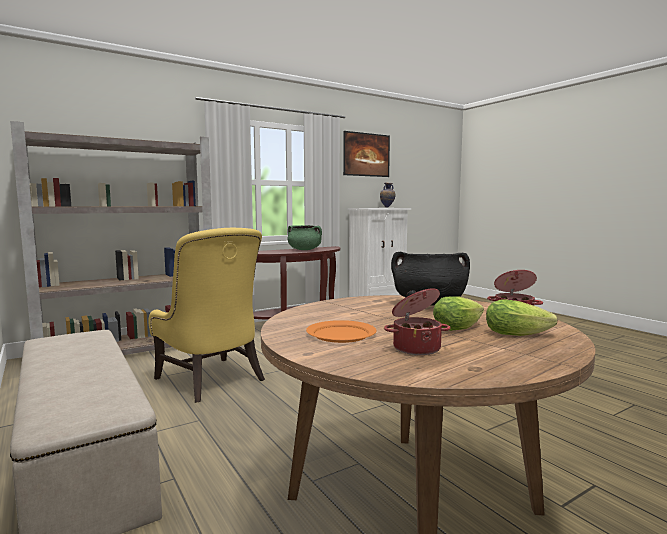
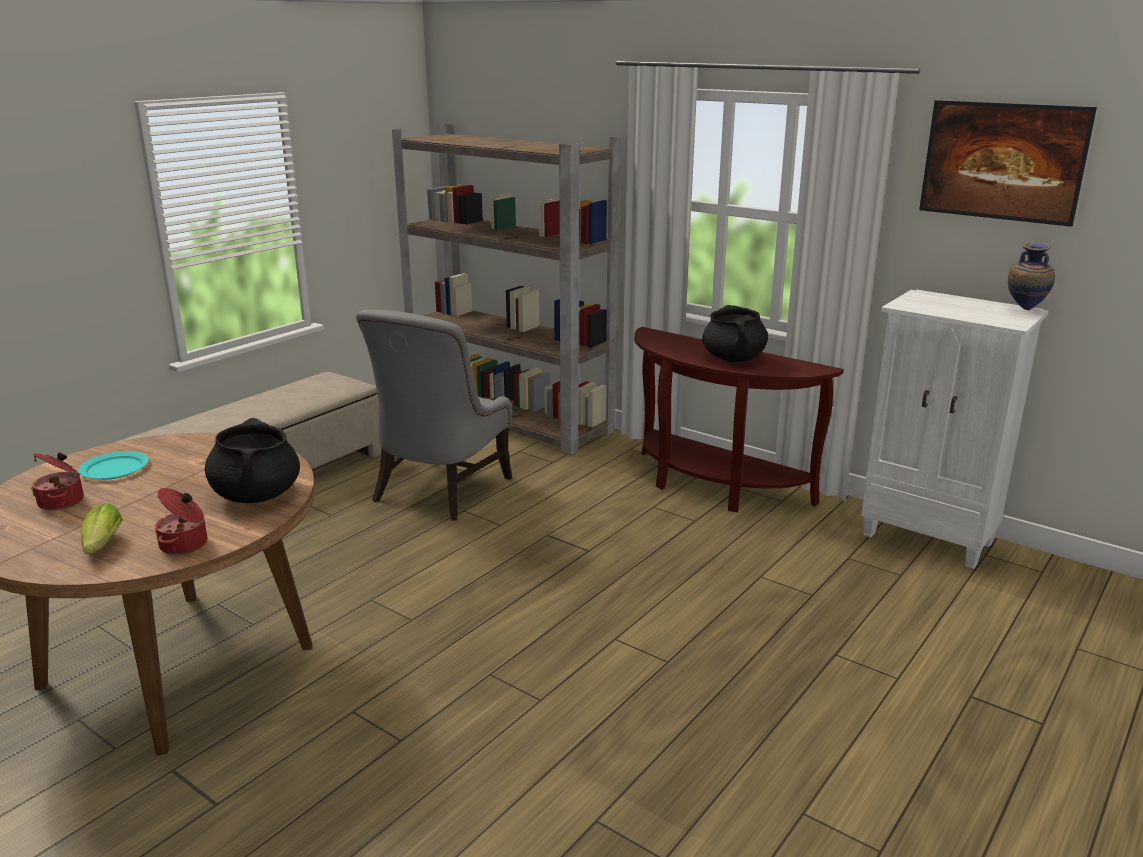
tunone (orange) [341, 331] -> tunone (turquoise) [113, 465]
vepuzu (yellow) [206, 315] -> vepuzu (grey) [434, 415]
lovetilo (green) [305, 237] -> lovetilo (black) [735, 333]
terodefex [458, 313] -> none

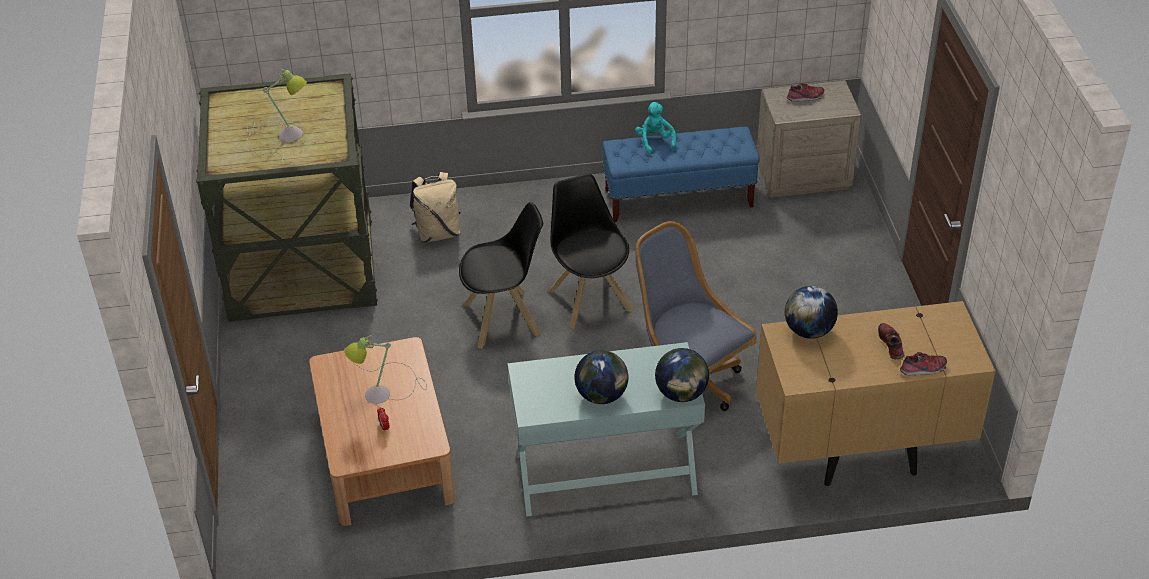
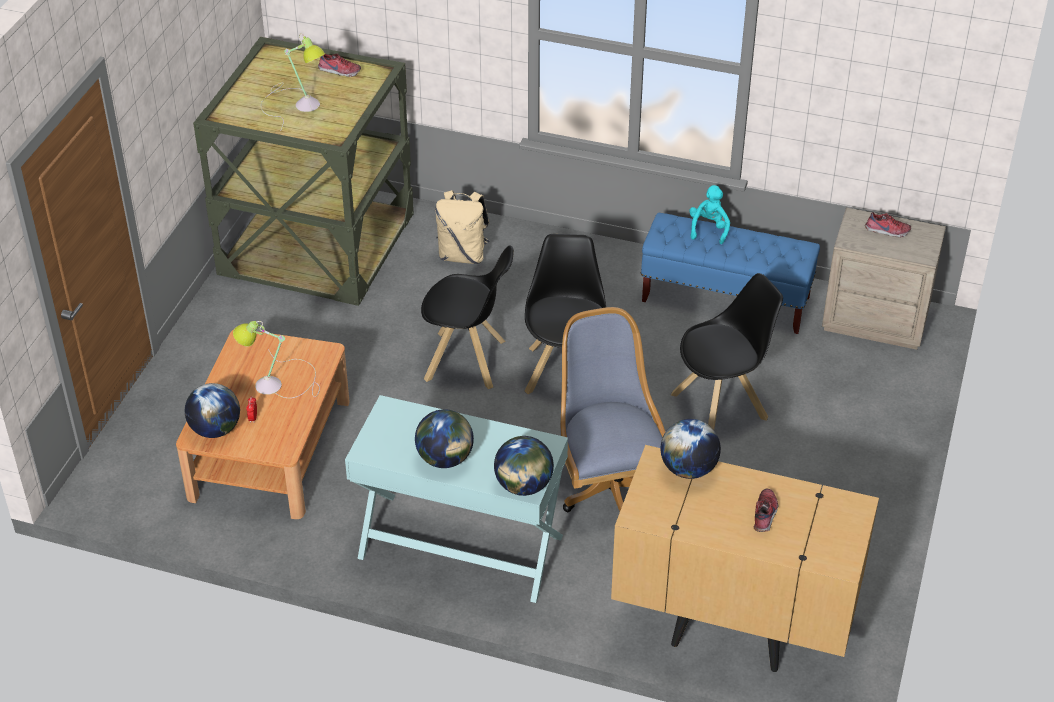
none -> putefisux [212, 410]
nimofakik [923, 364] -> nimofakik [339, 65], relocated
none -> vepuzu (black) [727, 351]

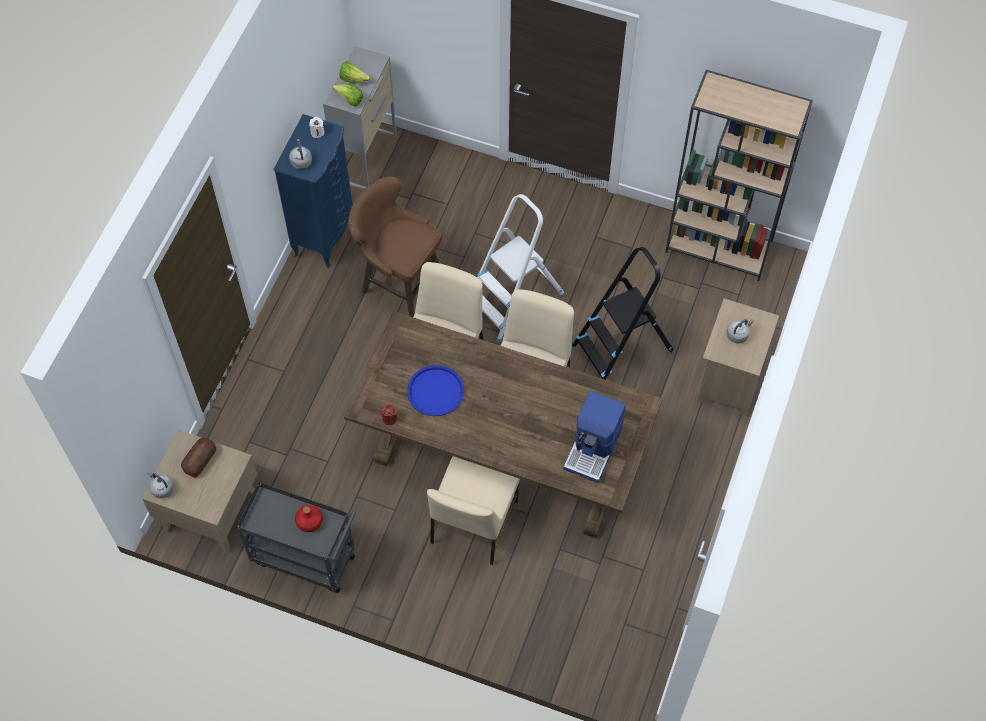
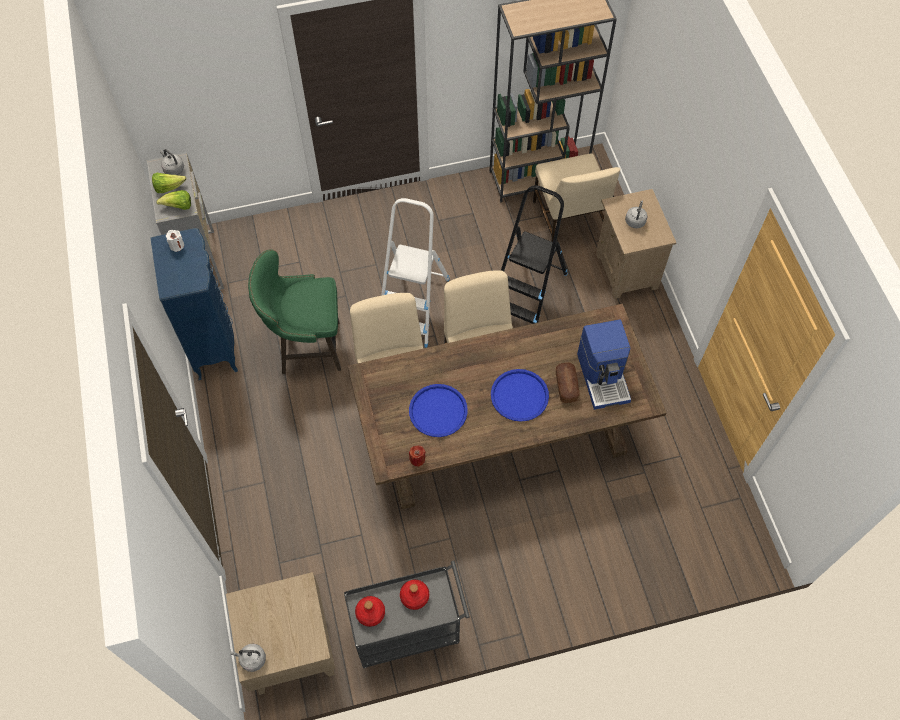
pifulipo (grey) [300, 154] -> pifulipo (grey) [172, 162], relocated
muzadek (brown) [395, 246] -> muzadek (green) [294, 311]
none -> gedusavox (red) [370, 611]
none -> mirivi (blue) [520, 395]
vepuzu (beige) [473, 510] -> vepuzu (beige) [576, 197], relocated
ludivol [198, 458] -> ludivol [568, 383], relocated

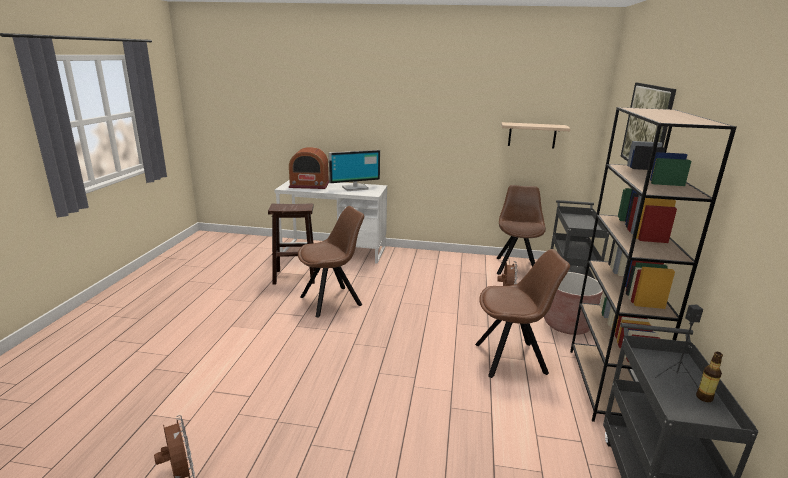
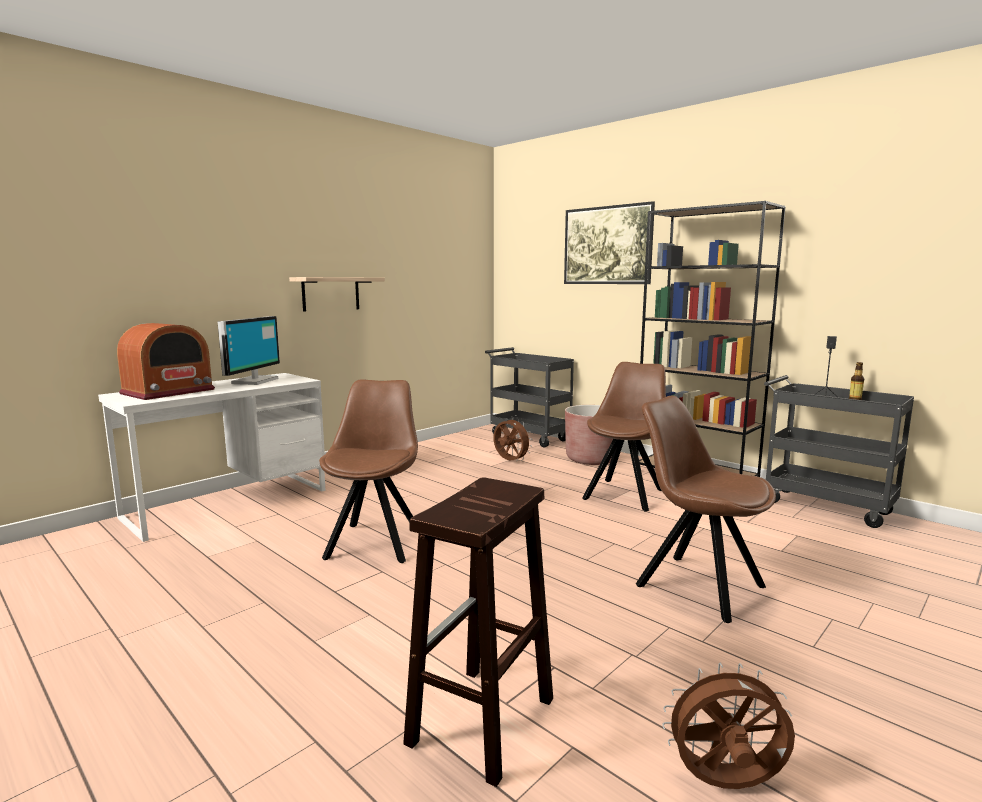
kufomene [536, 135] -> kufomene [337, 294], relocated
muzadek (brown) [292, 244] -> muzadek (brown) [478, 632], relocated
vepuzu (brown) [521, 230] -> vepuzu (brown) [706, 509], relocated

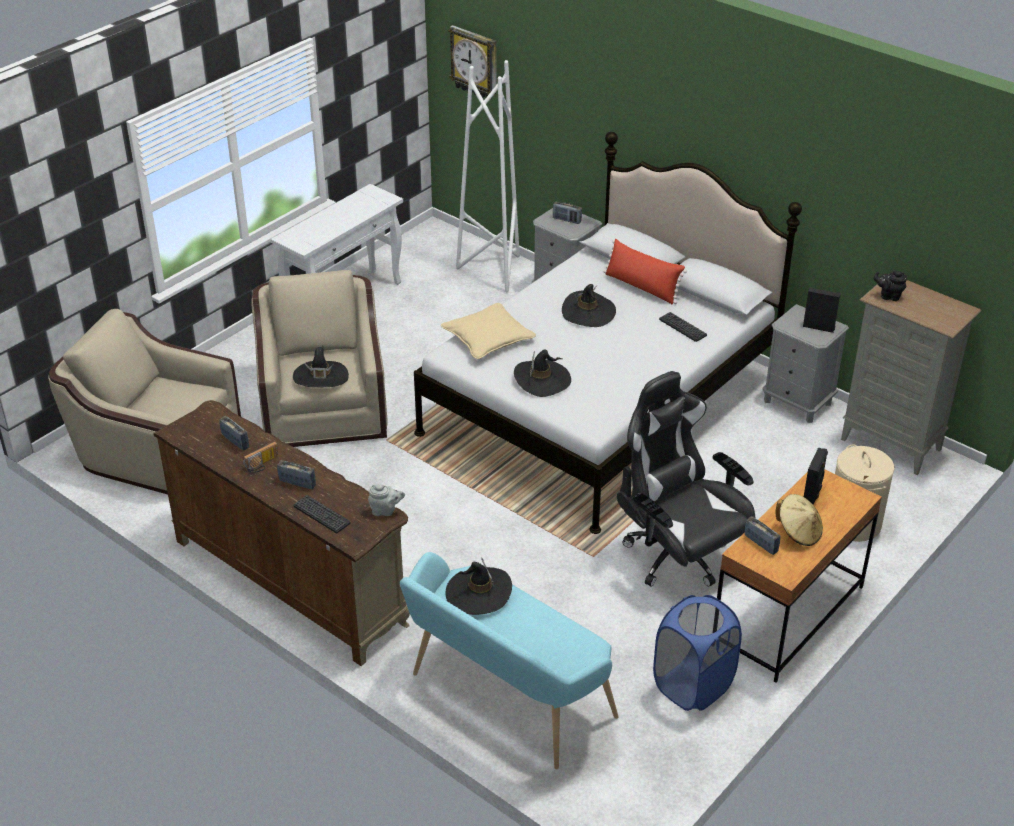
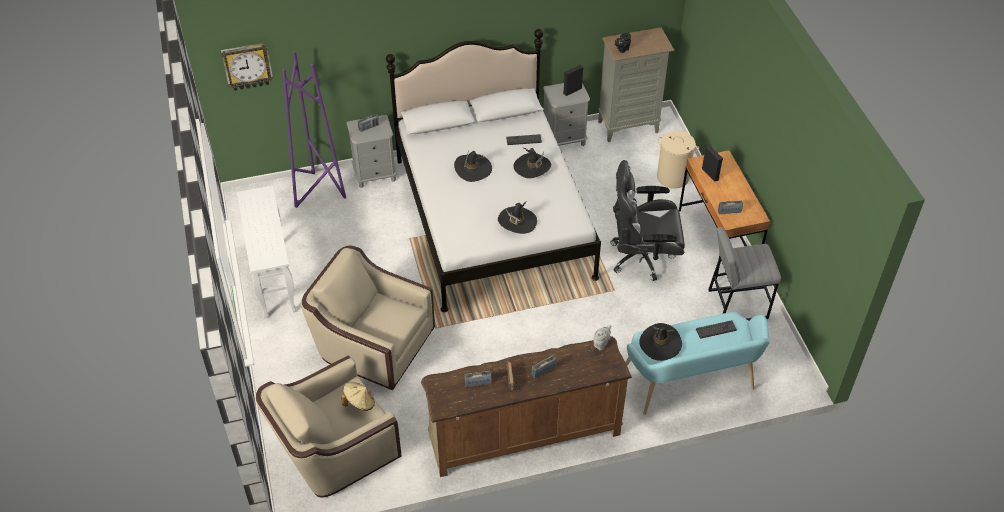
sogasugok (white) [488, 176] -> sogasugok (purple) [314, 129]
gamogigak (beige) [799, 520] -> gamogigak (beige) [358, 396], relocated
gamogigak (black) [321, 366] -> gamogigak (black) [532, 163], relocated
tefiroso [322, 514] -> tefiroso [716, 329], relocated
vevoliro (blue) [697, 653] -> vepuzu (grey) [744, 274]
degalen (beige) [488, 331] -> none
degalen (red) [645, 272] -> none

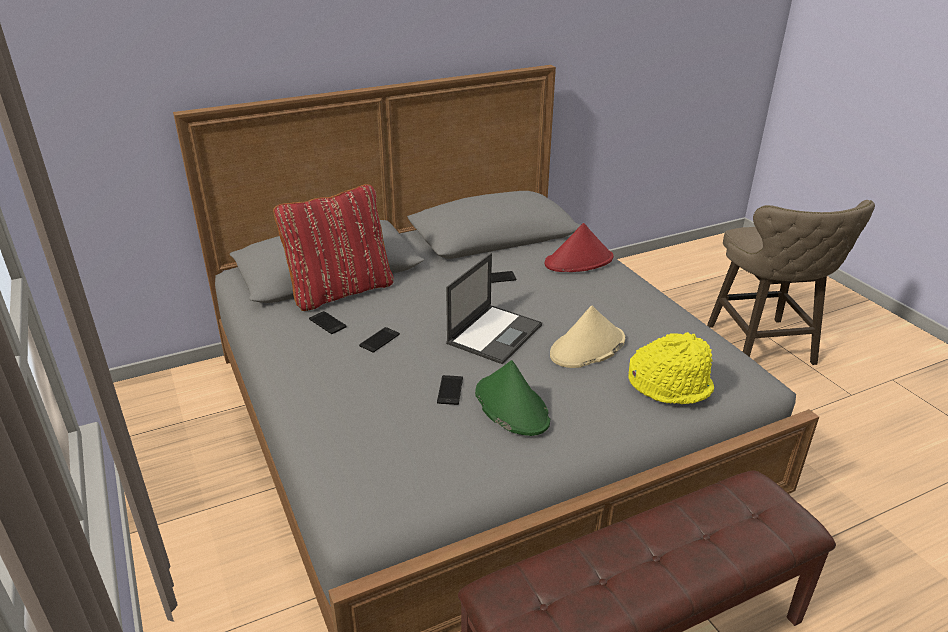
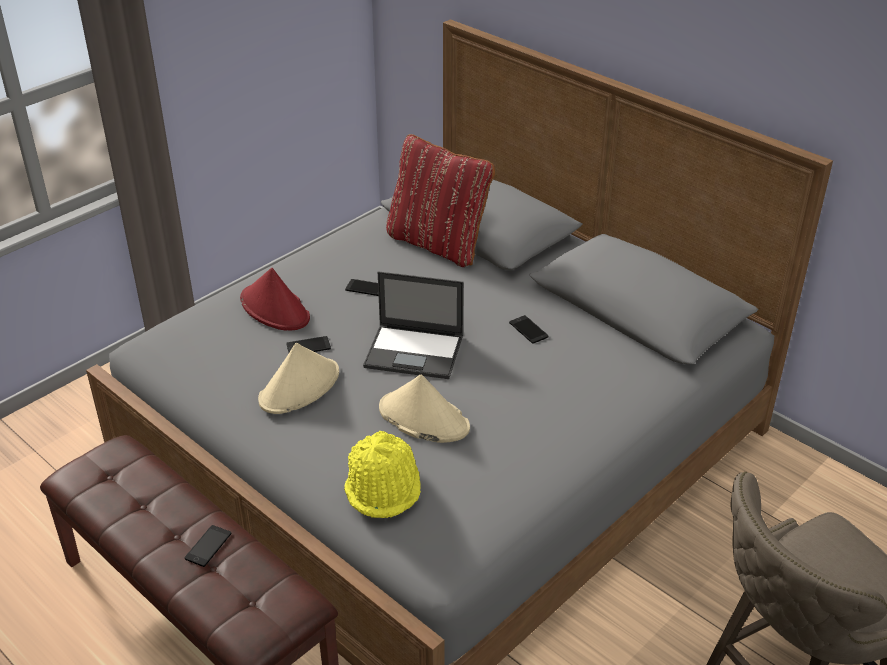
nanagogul [328, 322] -> nanagogul [208, 546], relocated
gamogigak (red) [579, 247] -> gamogigak (red) [275, 299], relocated
gamogigak (green) [512, 398] -> gamogigak (beige) [298, 378]

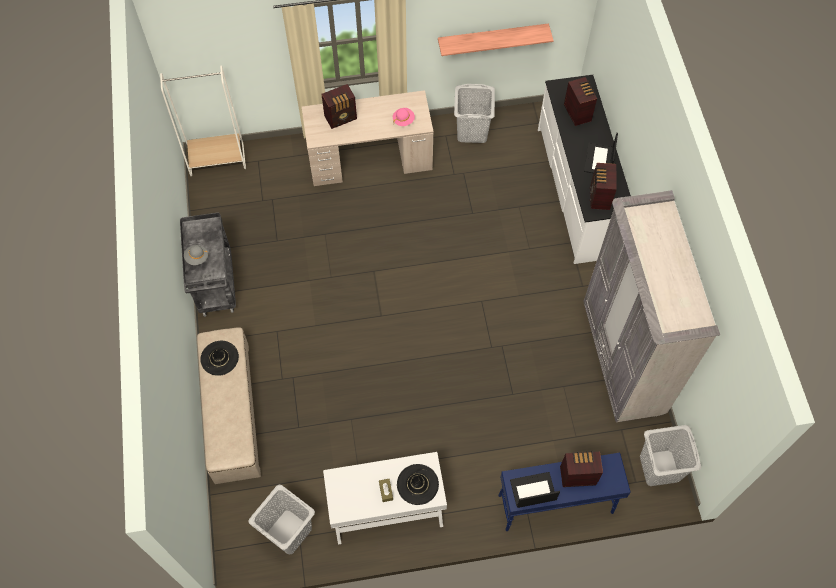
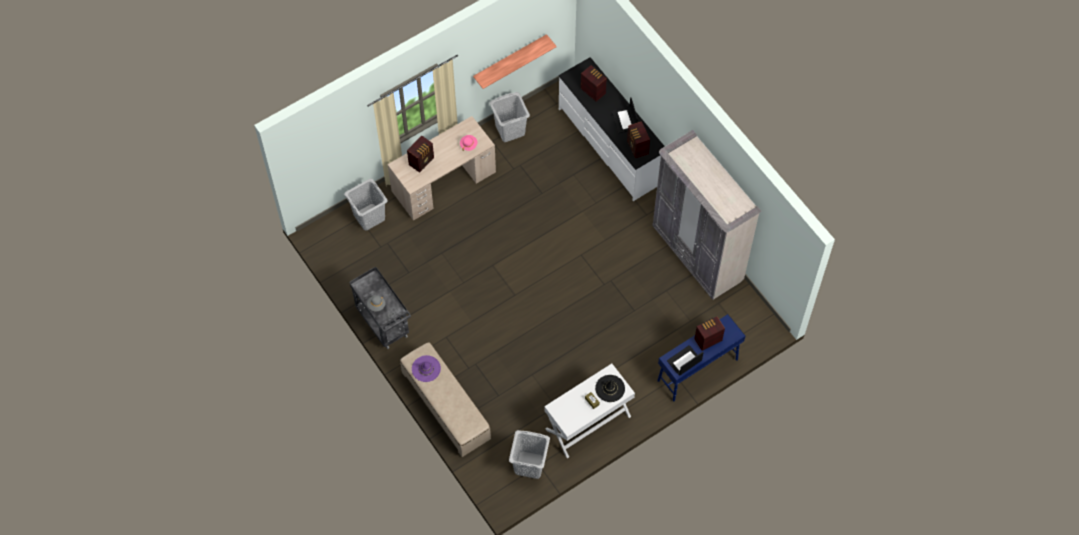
vevoliro (grey) [670, 455] -> vevoliro (grey) [366, 205], relocated
gamogigak (black) [219, 358] -> gamogigak (purple) [426, 368]
sogasugok [203, 120] -> none

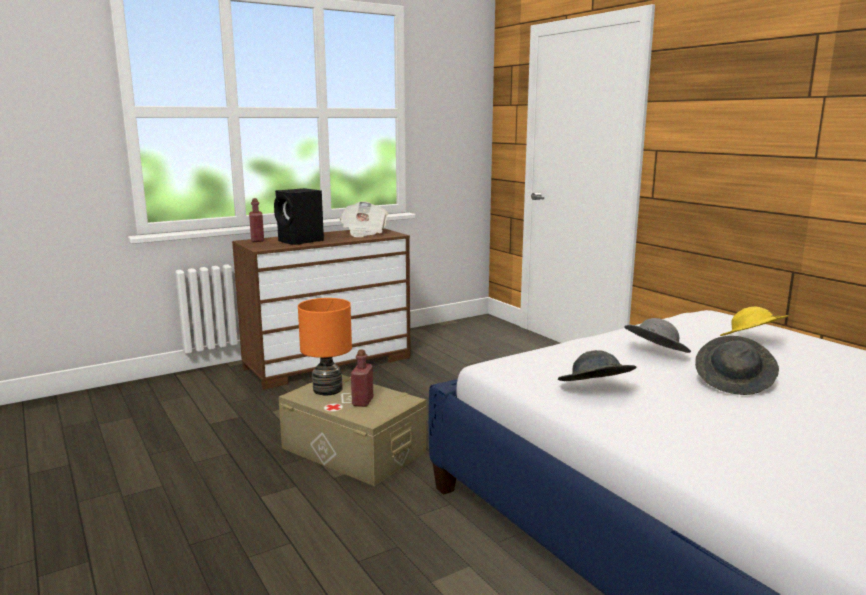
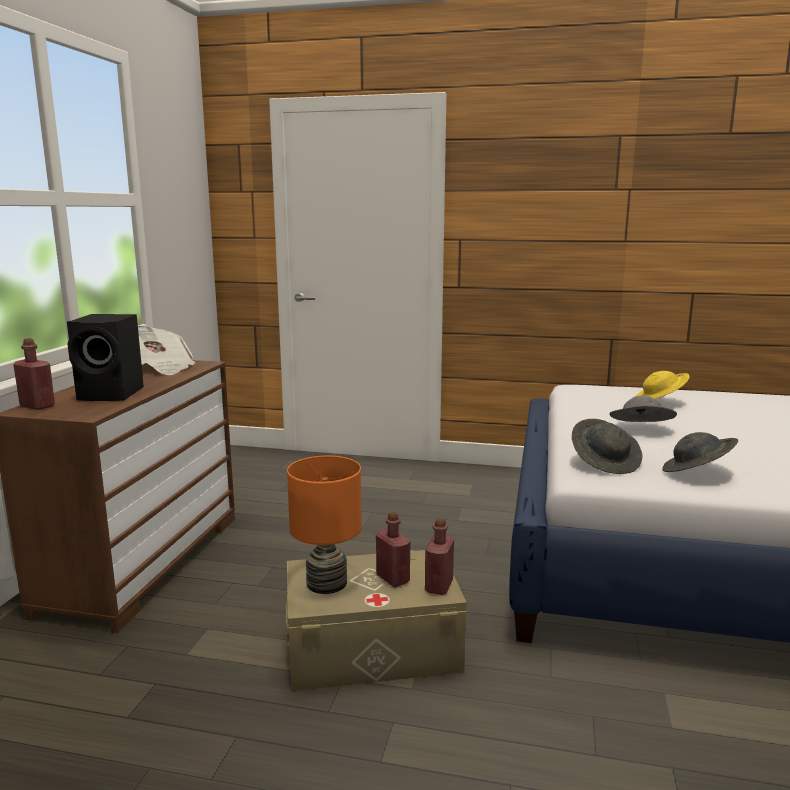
none -> gedusavox (red) [439, 556]
gamogigak (grey) [737, 365] -> gamogigak (grey) [607, 446], relocated

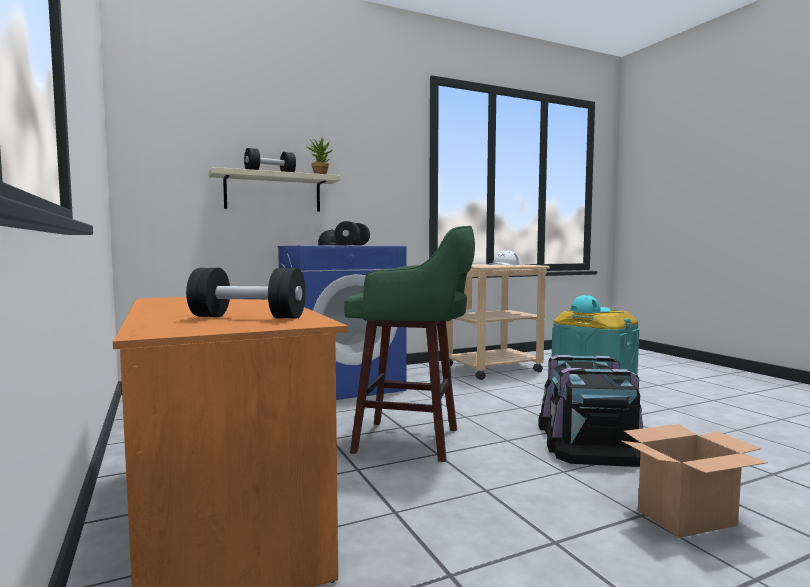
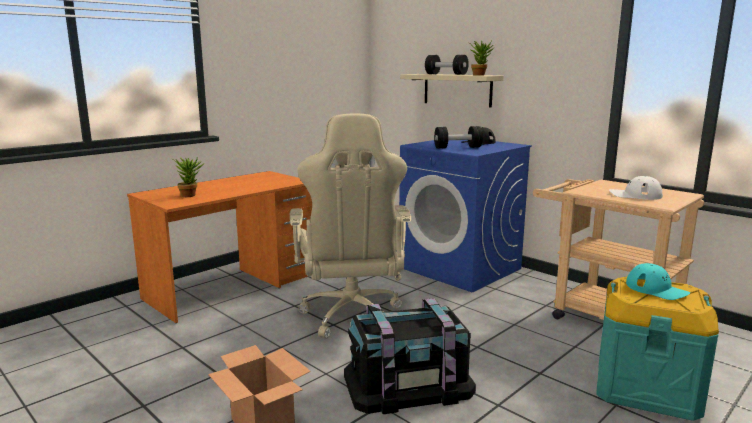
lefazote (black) [246, 293] -> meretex [188, 177]
muzadek (green) [409, 344] -> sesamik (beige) [350, 226]

